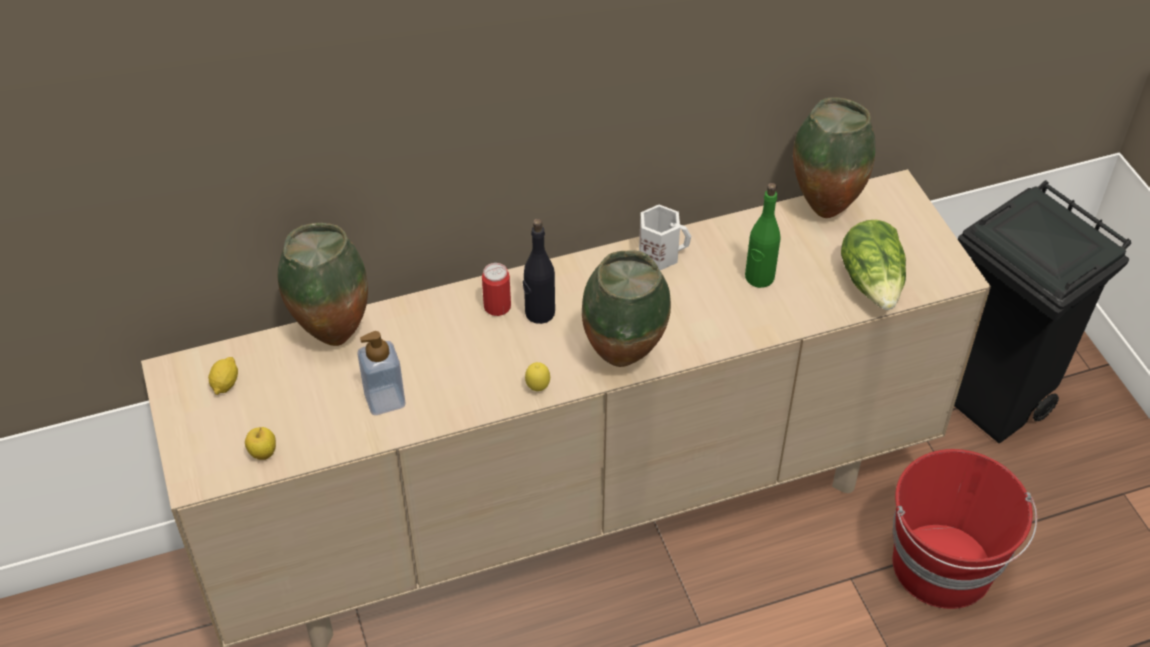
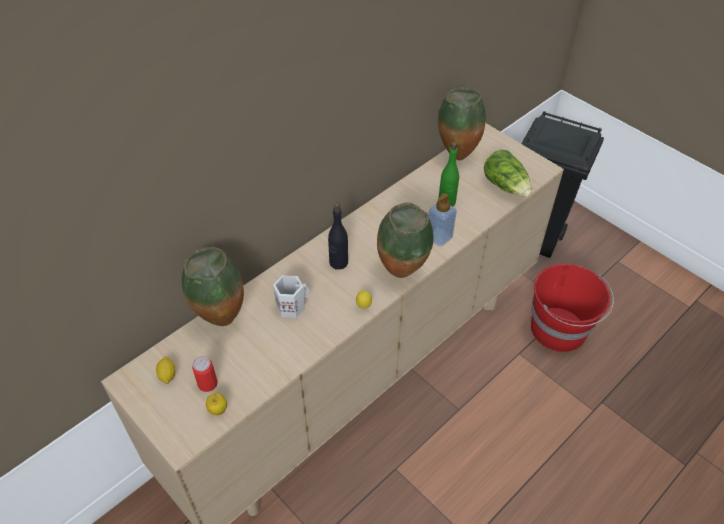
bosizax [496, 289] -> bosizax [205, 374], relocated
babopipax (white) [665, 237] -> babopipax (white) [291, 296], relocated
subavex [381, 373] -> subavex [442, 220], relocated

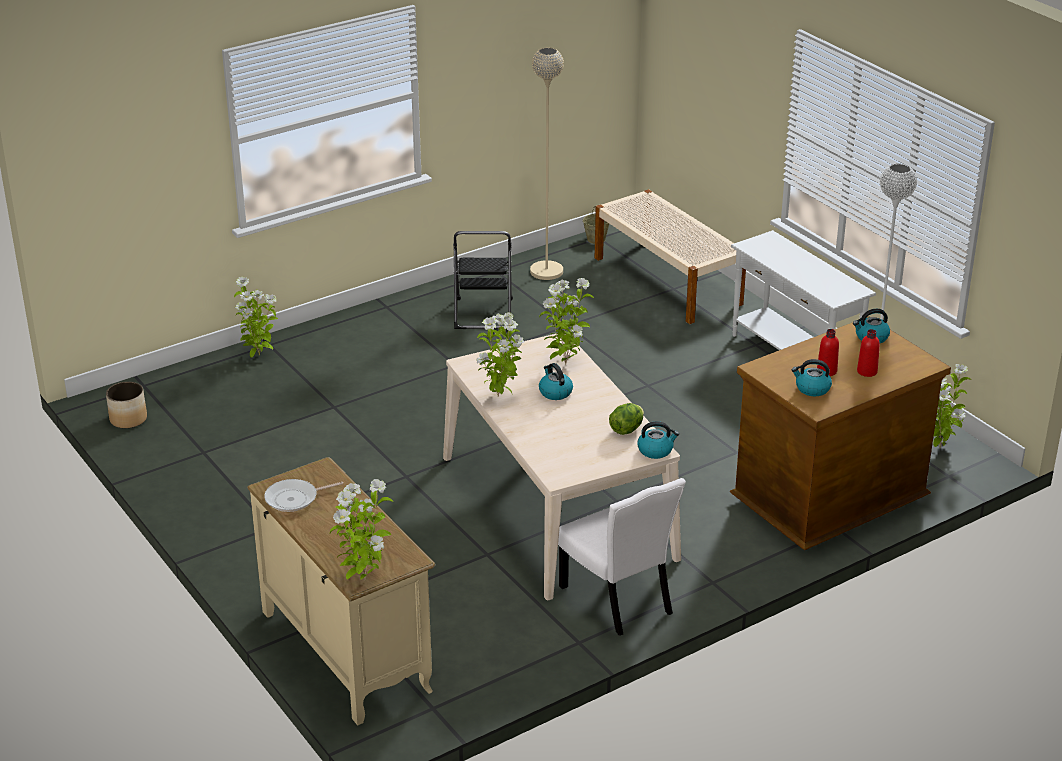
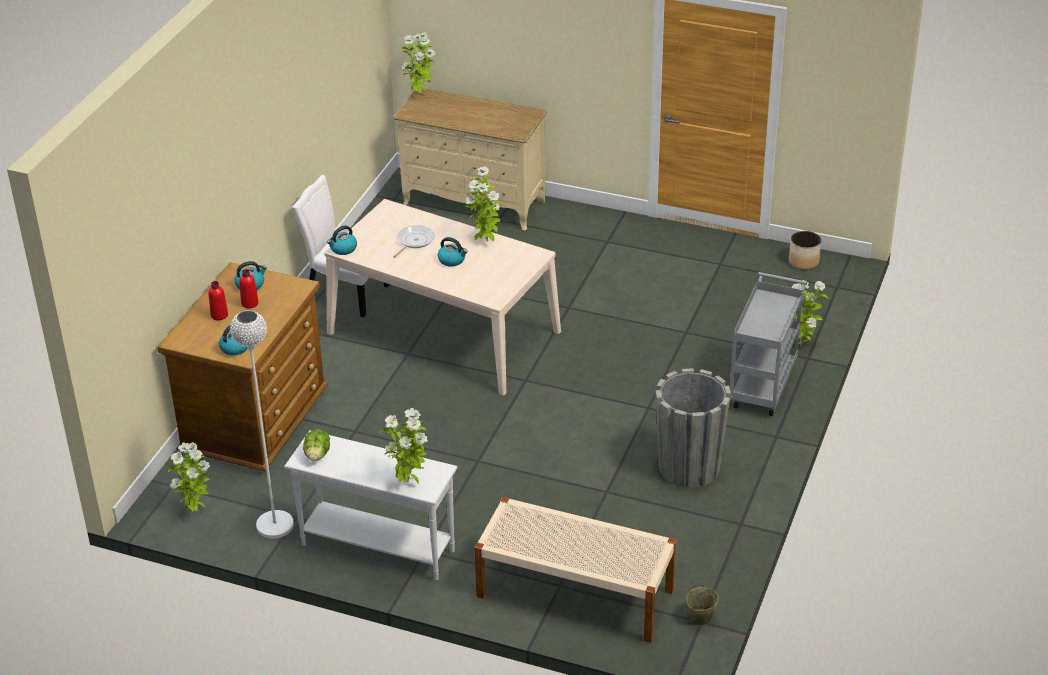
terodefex [626, 419] -> terodefex [316, 445], relocated
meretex [566, 321] -> meretex [404, 446], relocated
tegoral [303, 495] -> tegoral [414, 241], relocated
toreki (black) [483, 280] -> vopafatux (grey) [693, 428]
none -> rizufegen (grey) [768, 344]
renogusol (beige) [547, 163] -> none

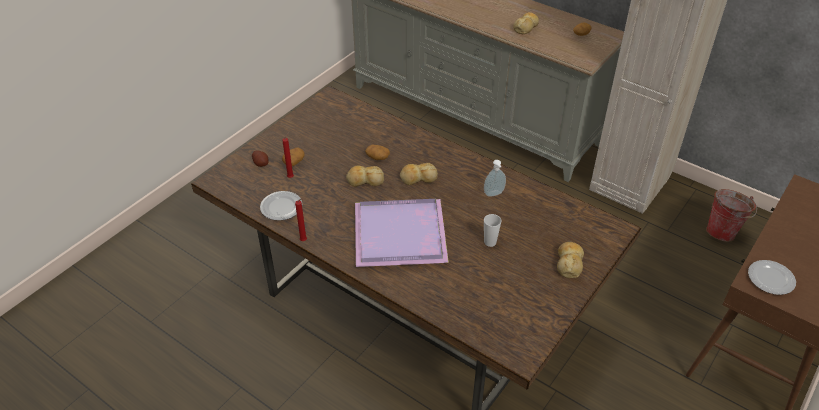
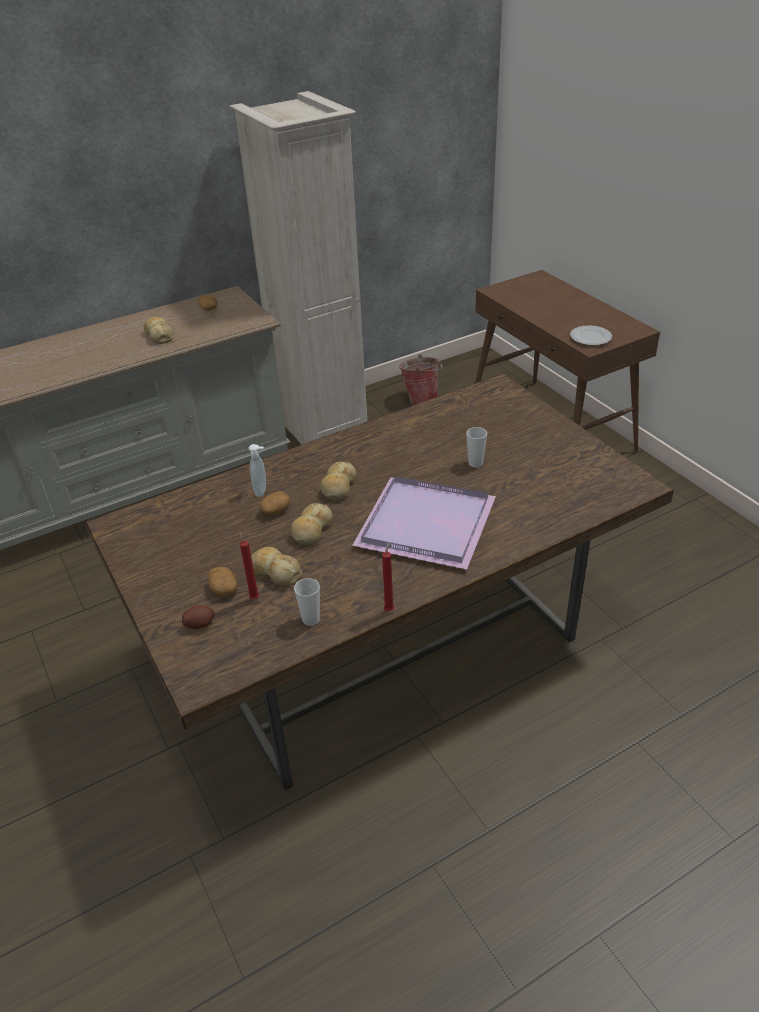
subavex [495, 178] -> subavex [257, 470], relocated
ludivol [570, 260] -> ludivol [276, 566], relocated
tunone [281, 205] -> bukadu [307, 602]

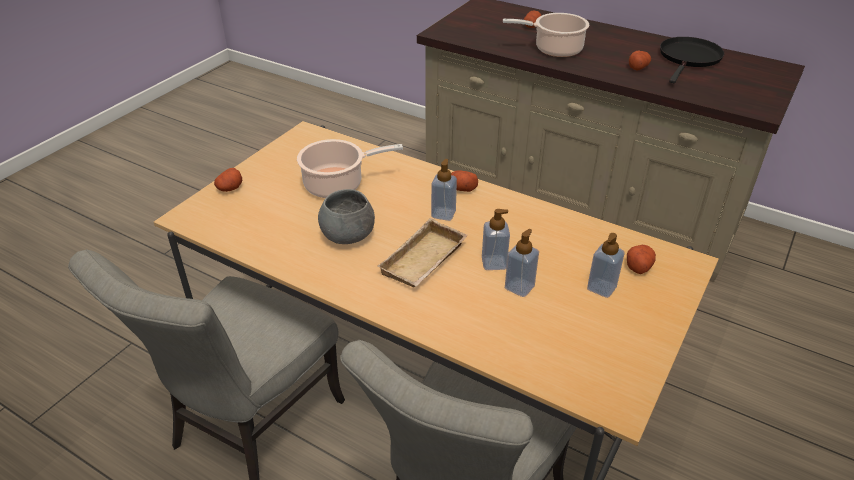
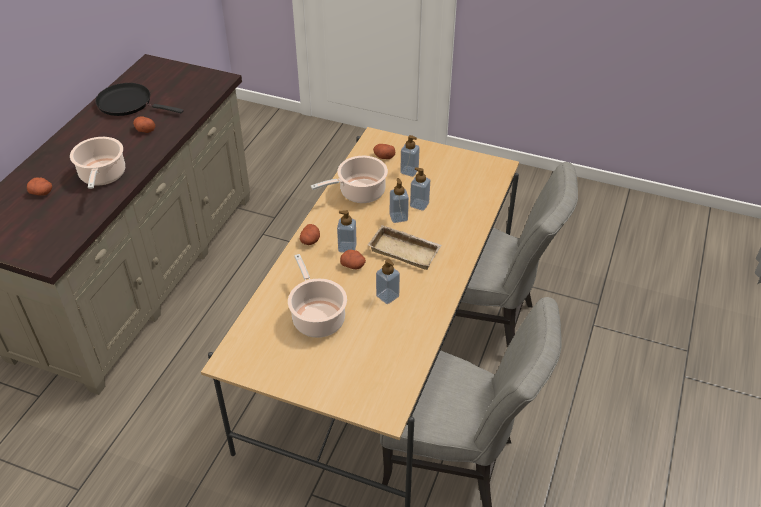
none -> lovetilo [349, 179]
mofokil [228, 180] -> mofokil [353, 260], relocated
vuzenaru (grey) [346, 216] -> subavex [388, 281]

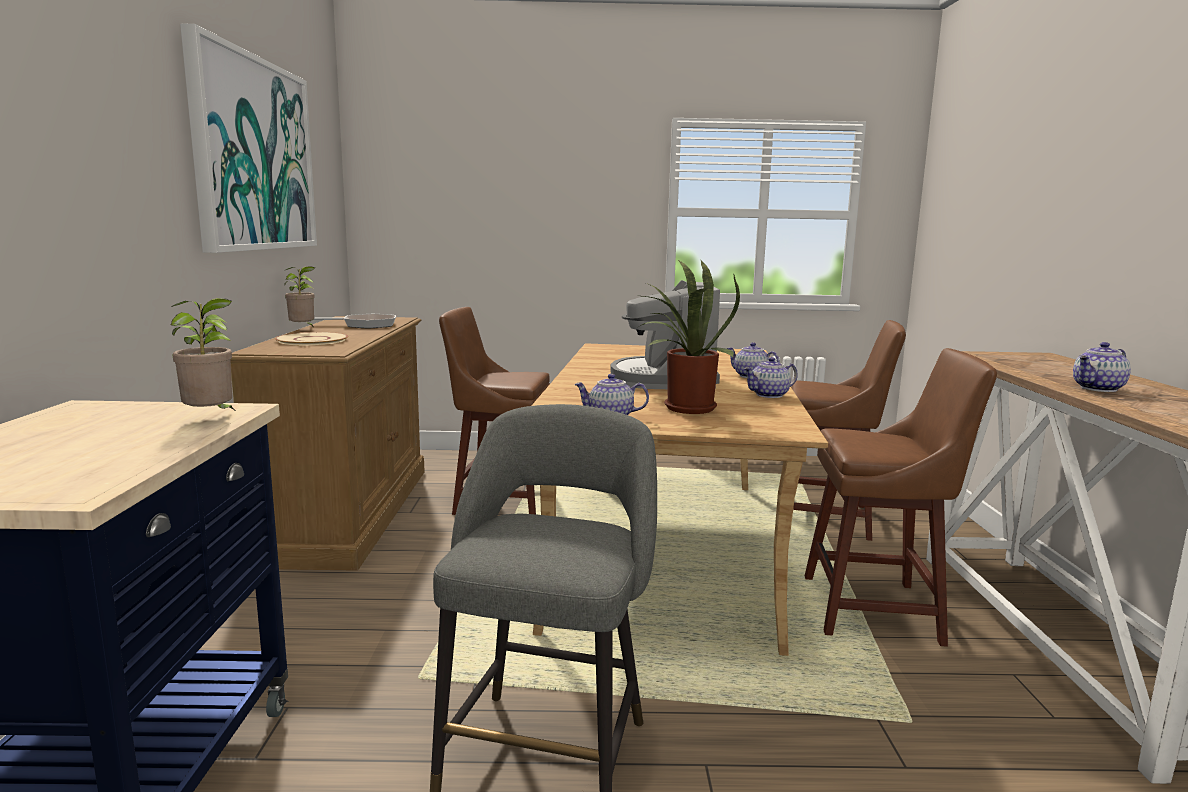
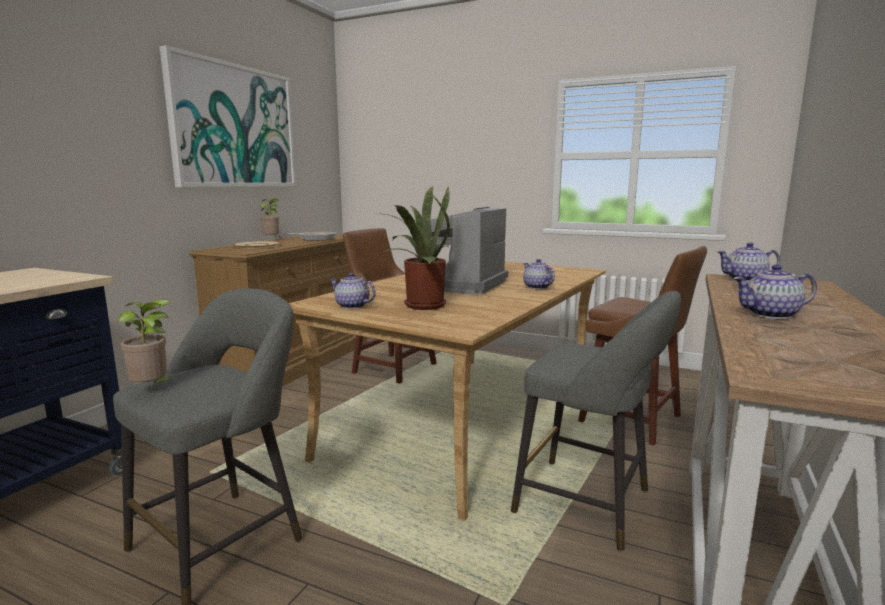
meretex [204, 355] -> meretex [146, 341], relocated
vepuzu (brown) [901, 497] -> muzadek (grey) [596, 421]
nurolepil [770, 377] -> nurolepil [748, 262], relocated

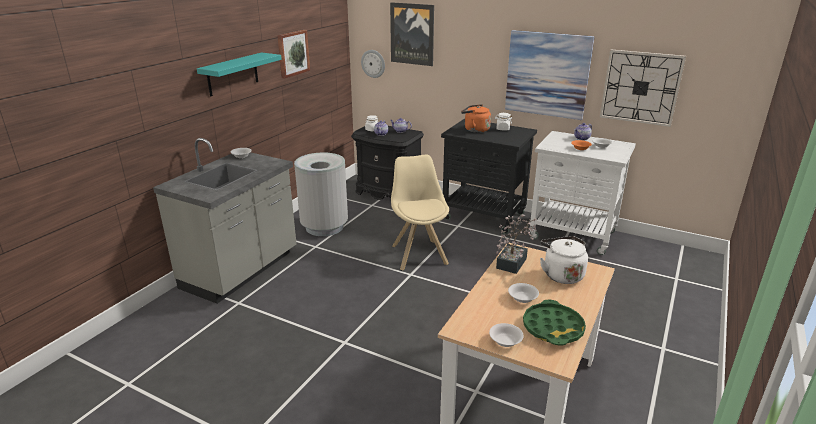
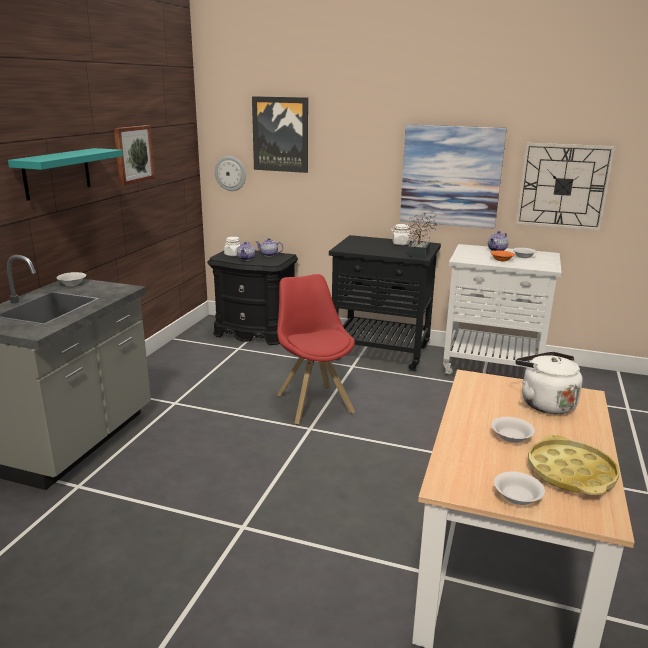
vepuzu (beige) [420, 213] -> vepuzu (red) [316, 349]
meretex [516, 244] -> meretex [422, 235], relocated
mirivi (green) [554, 322] -> mirivi (yellow) [574, 465]
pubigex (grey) [321, 194] -> none
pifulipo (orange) [476, 118] -> none

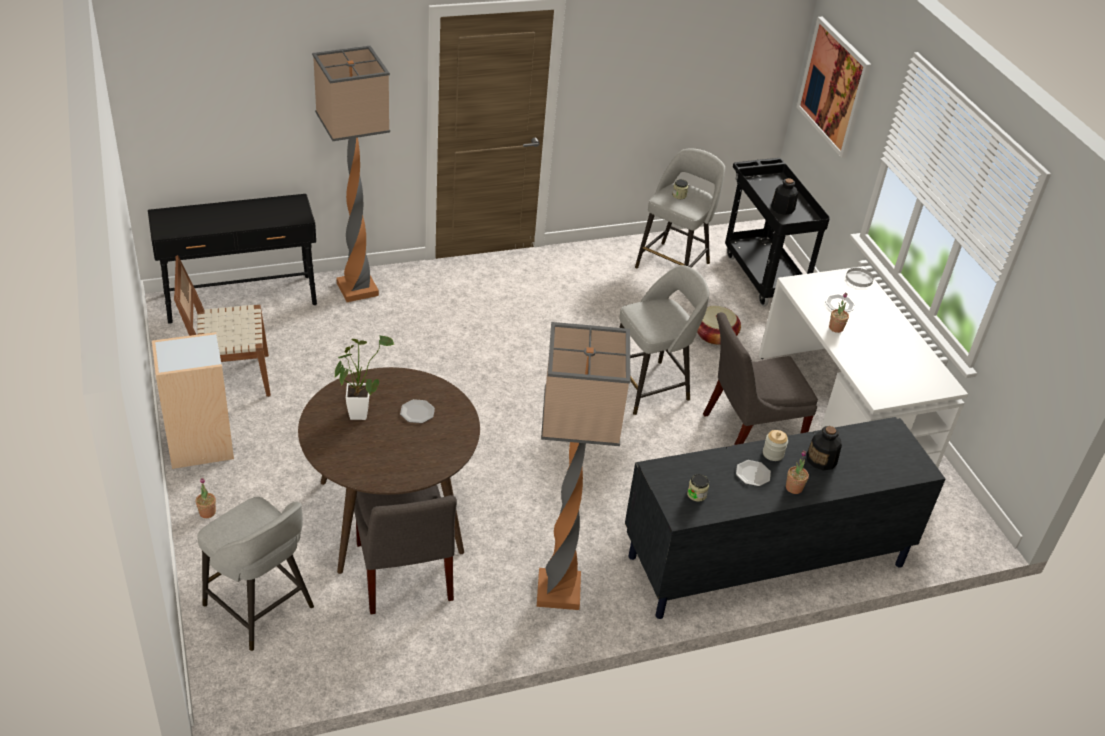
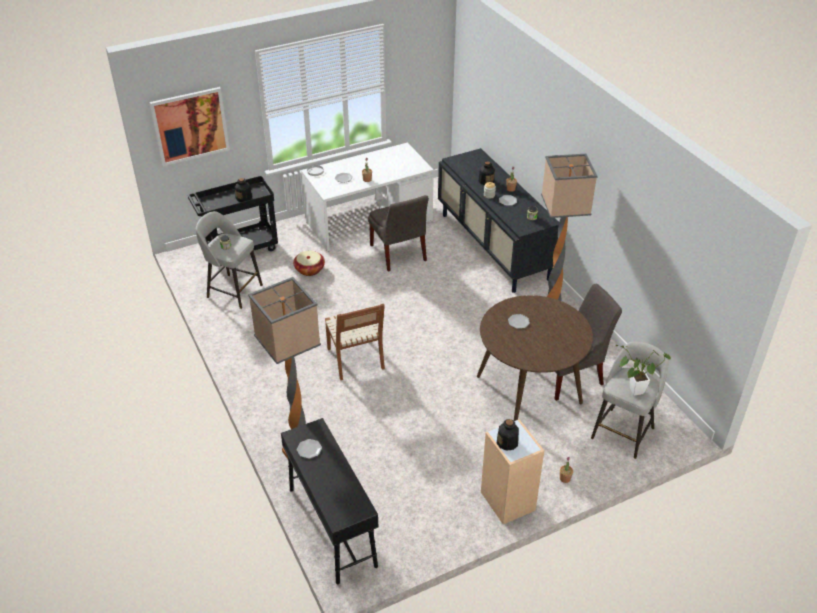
none -> tunone [309, 449]
vepuzu [222, 326] -> vepuzu [355, 342], relocated
none -> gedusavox [508, 435]
meretex [364, 377] -> meretex [643, 370], relocated
muzadek (grey) [664, 340] -> none

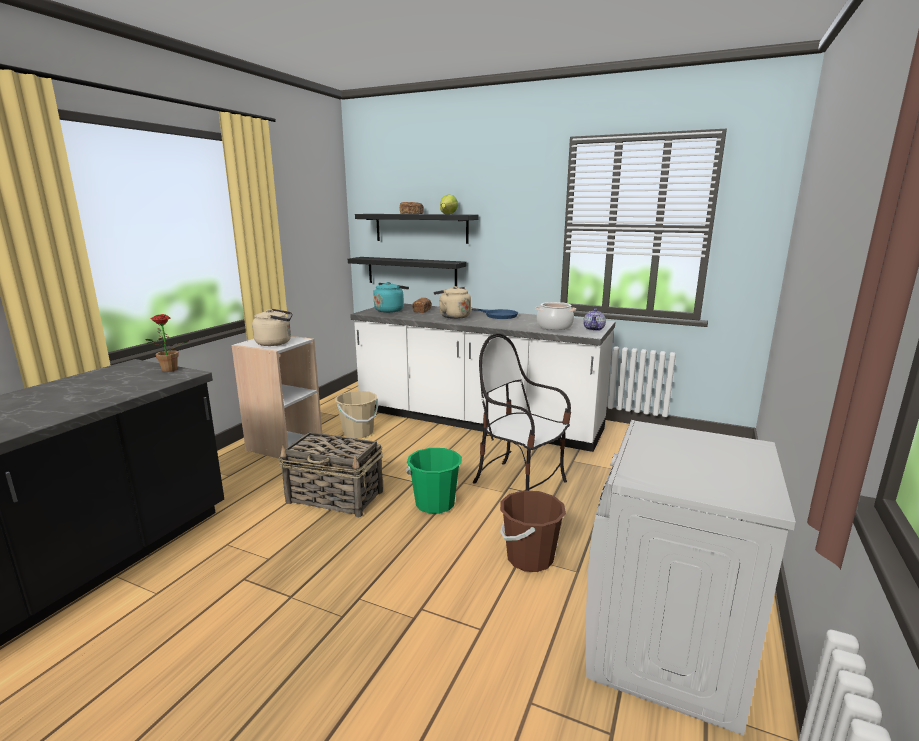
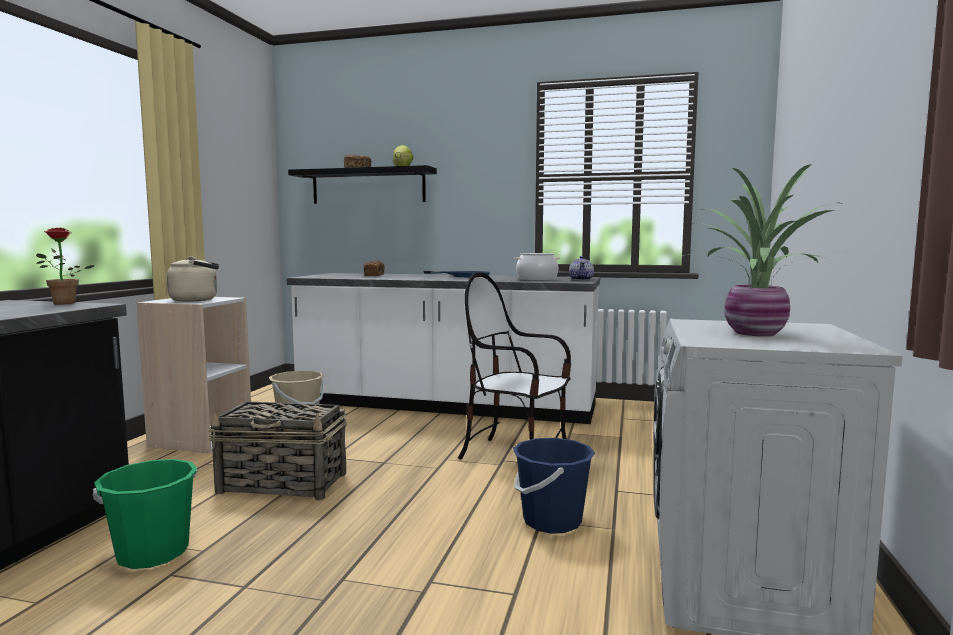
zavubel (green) [434, 481] -> zavubel (green) [145, 514], relocated
zavubel (brown) [533, 531] -> zavubel (blue) [554, 486]
none -> meretex [774, 250]
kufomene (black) [407, 272] -> none
pifulipo (turquoise) [391, 297] -> none
pifulipo (beige) [452, 302] -> none

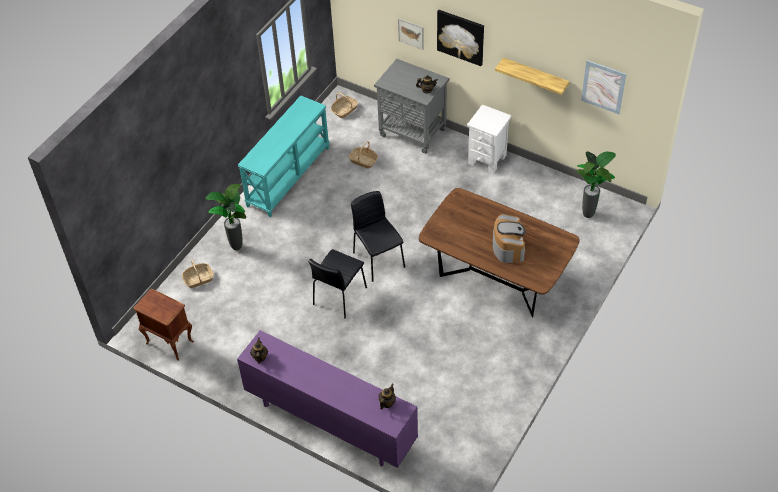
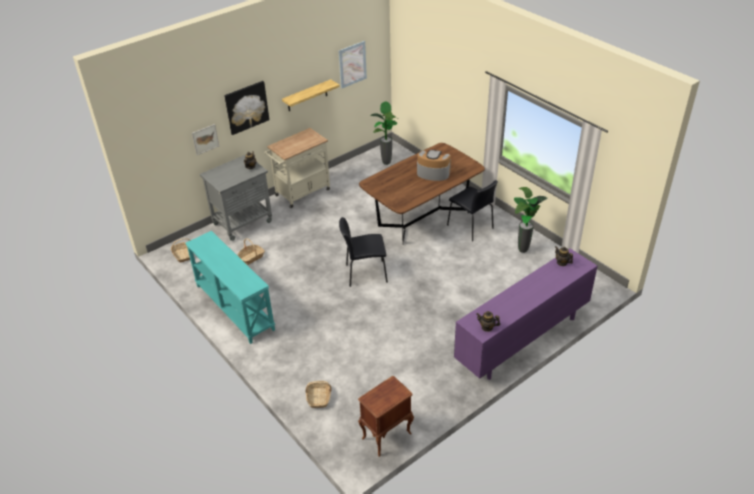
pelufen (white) [489, 139] -> rizufegen (beige) [297, 168]
vepuzu (black) [337, 283] -> vepuzu (black) [472, 211], relocated
meretex [226, 217] -> meretex [530, 220], relocated

